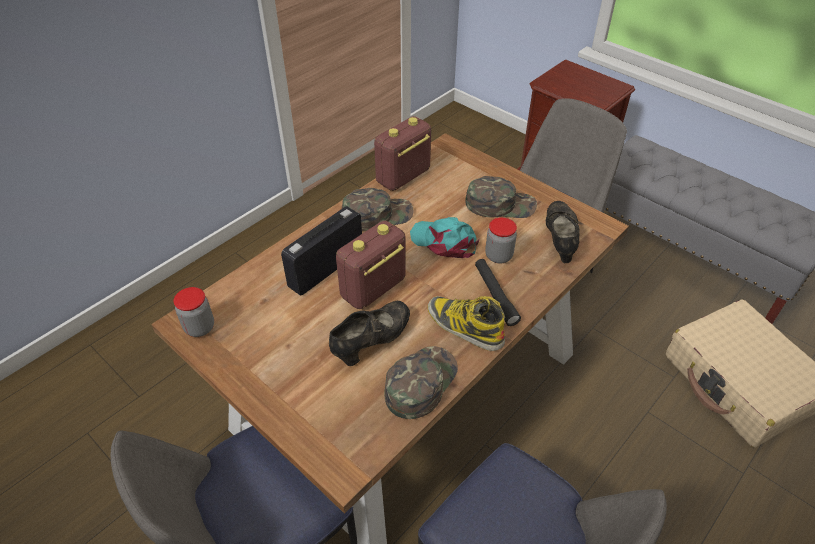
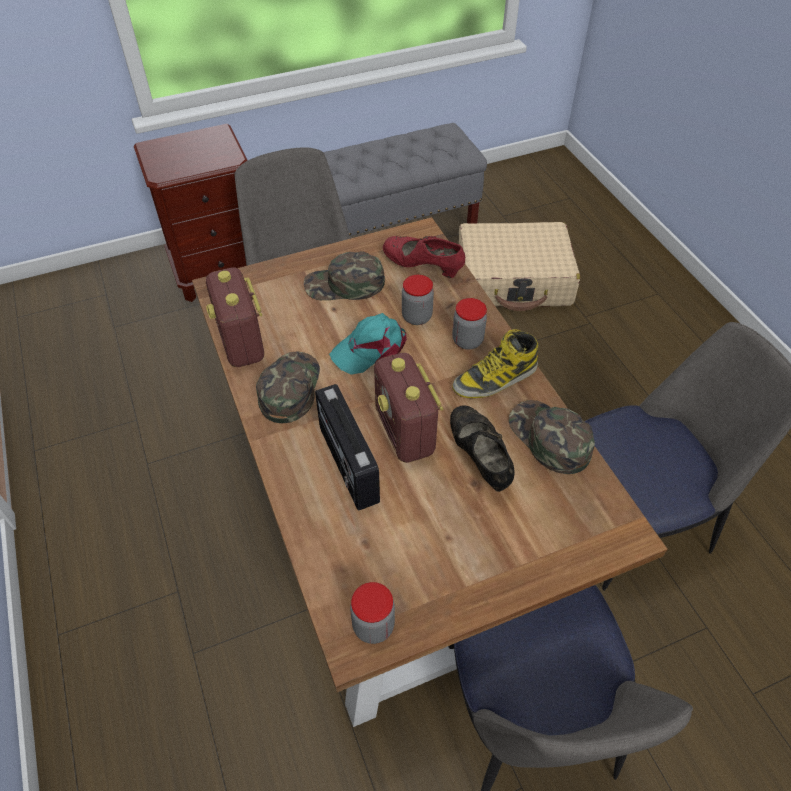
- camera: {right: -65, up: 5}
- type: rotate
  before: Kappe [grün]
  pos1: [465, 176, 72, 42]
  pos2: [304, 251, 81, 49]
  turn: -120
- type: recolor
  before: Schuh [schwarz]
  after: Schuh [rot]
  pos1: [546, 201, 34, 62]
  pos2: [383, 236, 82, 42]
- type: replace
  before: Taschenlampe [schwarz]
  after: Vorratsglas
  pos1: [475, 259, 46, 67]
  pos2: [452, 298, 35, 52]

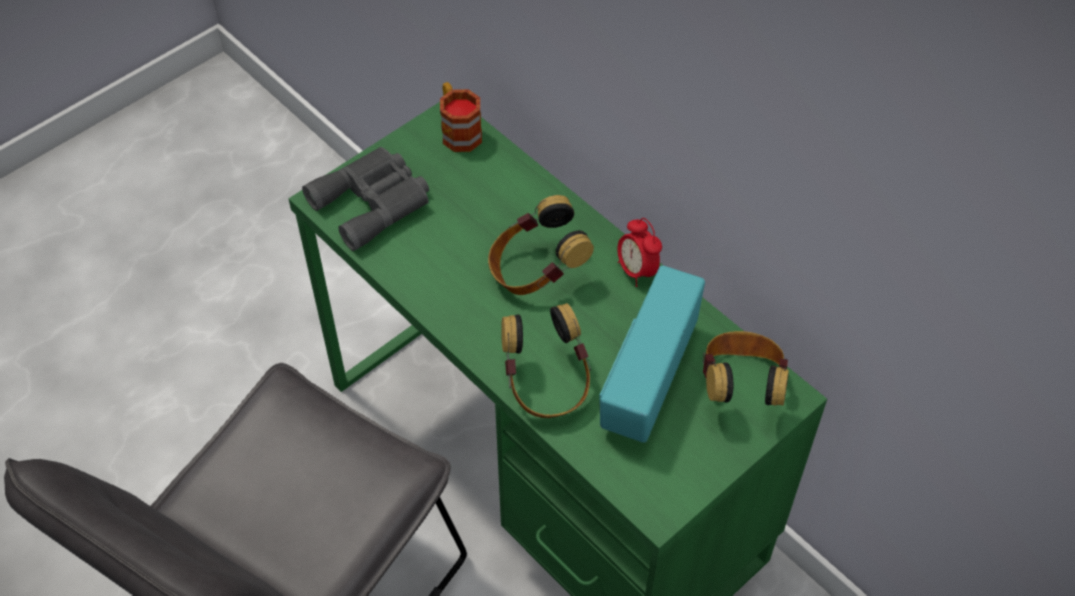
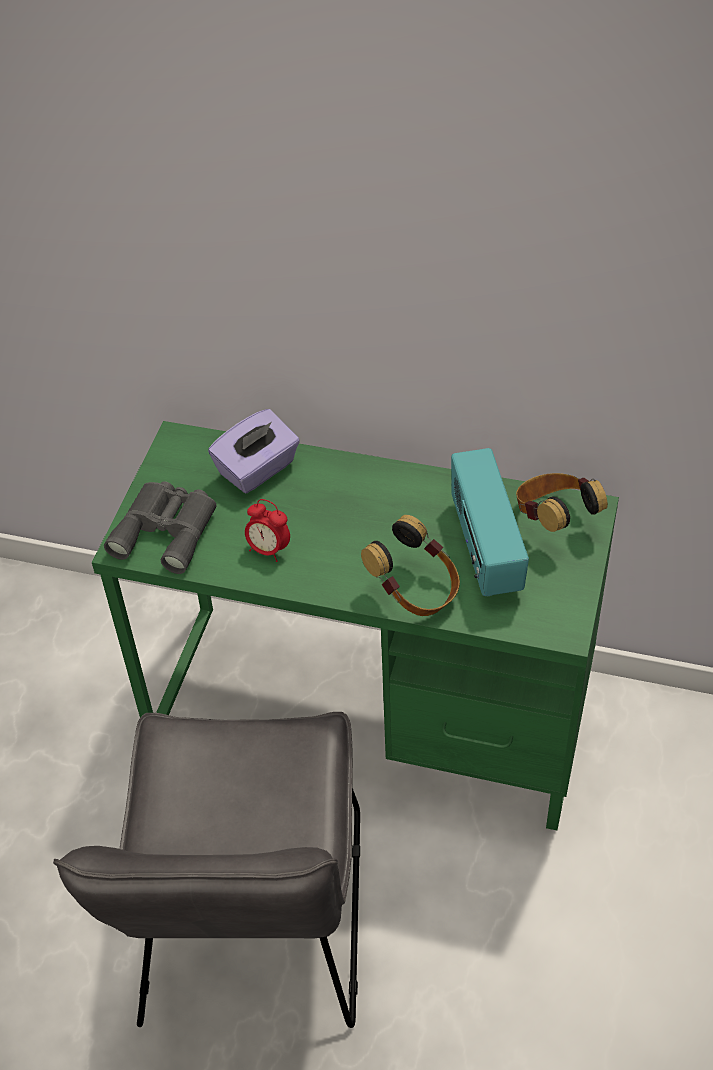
- camera: {right: -30, up: -5}
- type: insert
  after: Taschentuchbox [lila]
  pos2: [208, 409, 92, 84]
- type: move
  before: Wecker
  pos1: [618, 218, 44, 69]
  pos2: [245, 499, 45, 63]
- type: delete
  before: Henkelbecher
  pos1: [440, 82, 42, 70]
- type: delete
  before: Kopfhörer
  pos1: [488, 195, 106, 100]

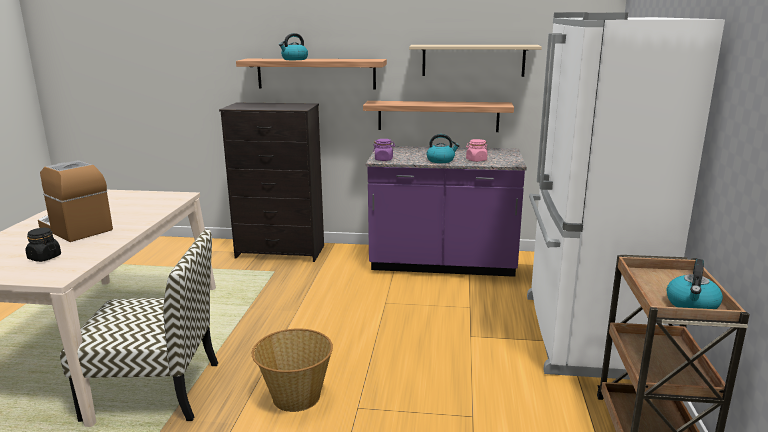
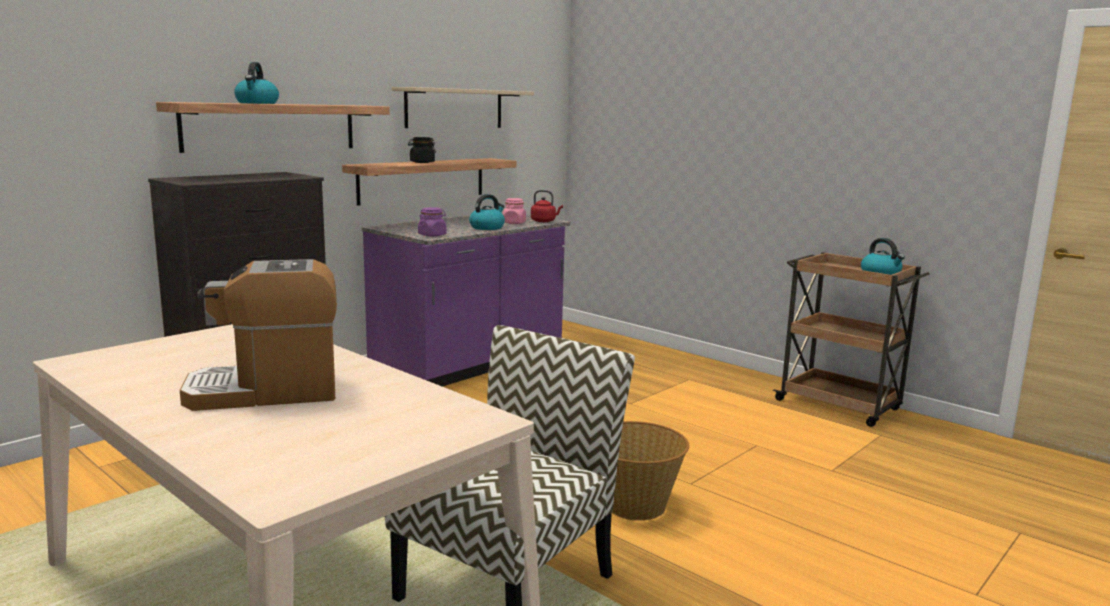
- camera: {right: -55, up: -5}
- type: move
  before: Vorratsglas [schwarz]
  pos1: [25, 228, 36, 34]
  pos2: [408, 137, 28, 26]
- type: insert
  after: Wasserkessel [rot]
  pos2: [531, 190, 32, 32]
- type: delete
  before: Kühlschrank [weiß]
  pos1: [527, 12, 198, 368]

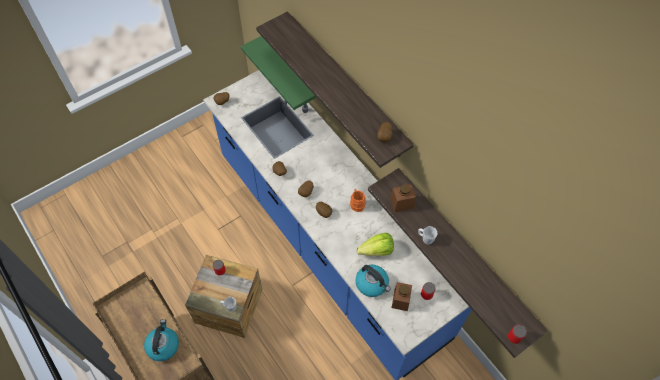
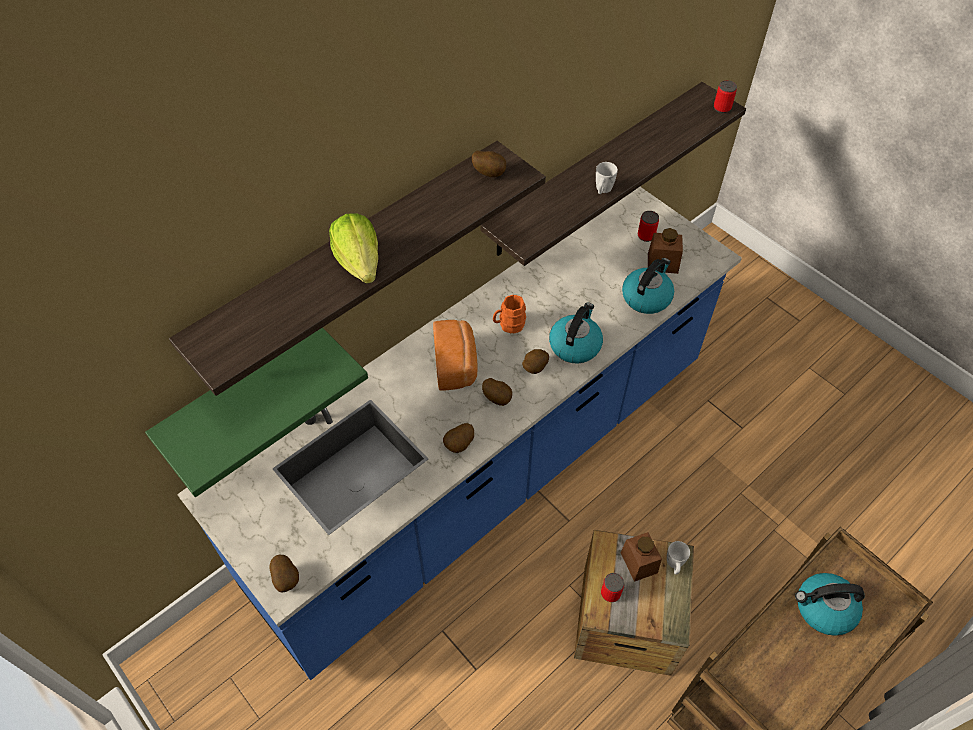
- camera: {right: -95, up: -5}
- type: move
  before: Salatkopf
  pos1: [357, 233, 37, 23]
  pos2: [329, 213, 49, 70]
- type: insert
  after: Brot
  pos2: [433, 320, 45, 71]
- type: insert
  after: Wasserkessel
  pos2: [549, 303, 54, 61]
- type: move
  before: Vorratsglas [braun]
  pos1: [390, 184, 26, 28]
  pos2: [621, 532, 41, 50]

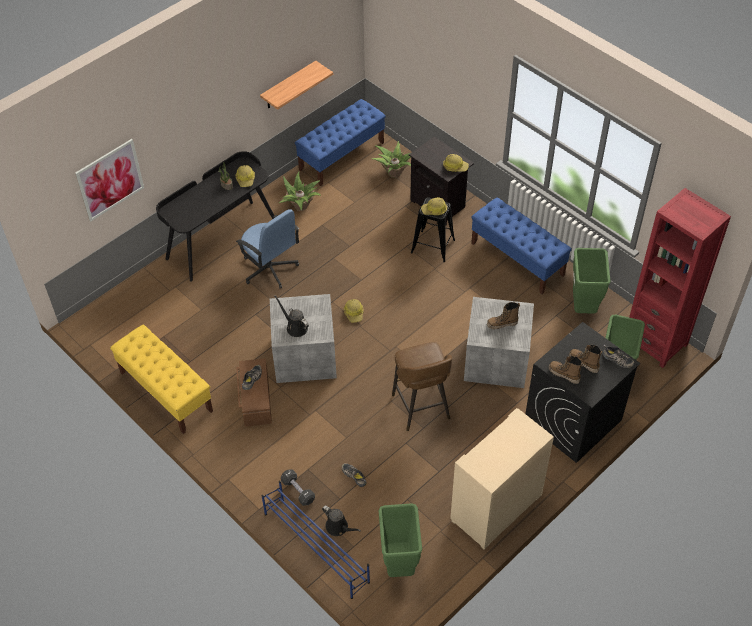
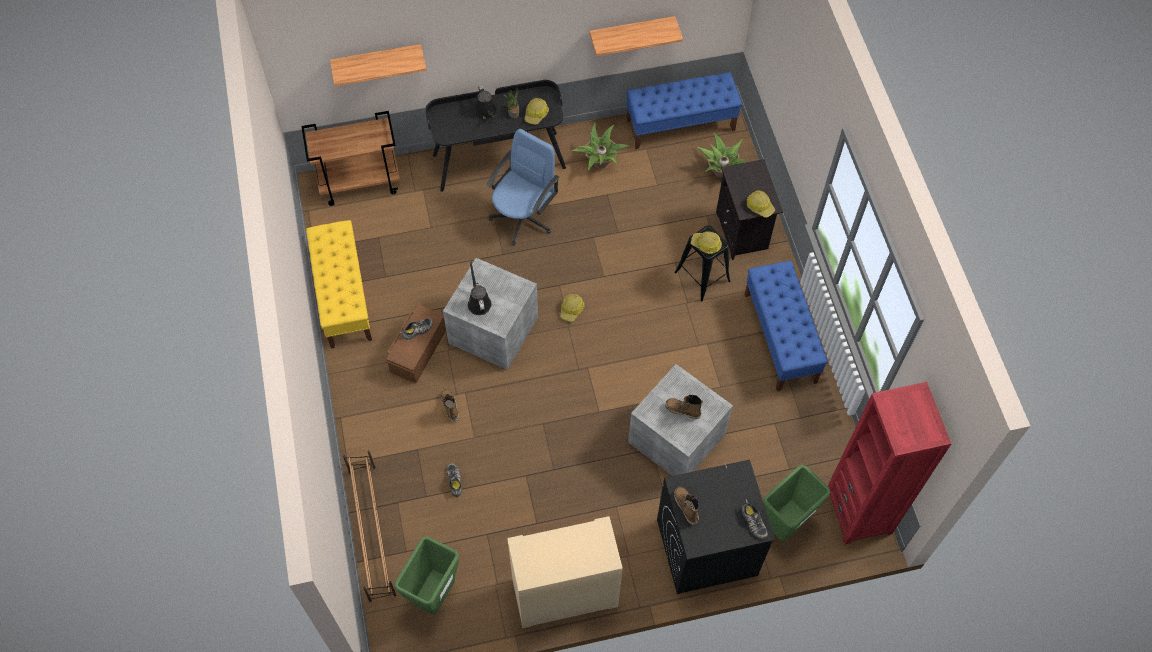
- camera: {right: 30, up: 10}
- type: insert
  after: Rollwagen [braun]
  pos2: [301, 111, 99, 95]
- type: replace
  before: Bild
  after: Wandregal
  pos1: [75, 139, 69, 83]
  pos2: [330, 44, 97, 42]
- type: recolor
  before: Schuhregal [blau]
  after: Schuhregal [braun]
  pos1: [262, 481, 108, 118]
  pos2: [343, 450, 54, 152]
- type: move
  before: Stiefel
  pos1: [569, 345, 33, 28]
  pos2: [441, 389, 18, 34]
- type: move
  before: Gießkanne [schwarz]
  pos1: [322, 505, 39, 31]
  pos2: [475, 85, 22, 35]
- type: rotate
  before: Bürostuhl [blau]
  pos1: [236, 209, 63, 79]
  pos2: [487, 129, 72, 116]
  turn: -135
- type: delete
  before: Hantel [schwarz]
  pos1: [281, 469, 34, 37]
- type: delete
  before: Hocker [braun]
  pos1: [392, 342, 60, 89]
- type: delete
  before: Mülleimer [grün]
  pos1: [573, 248, 38, 66]

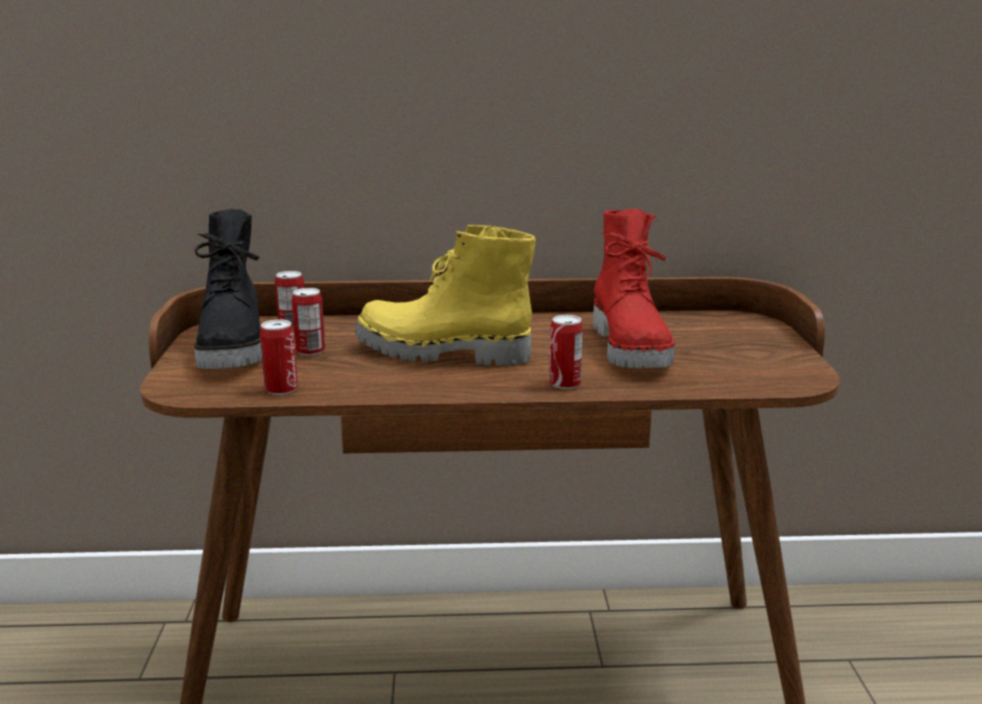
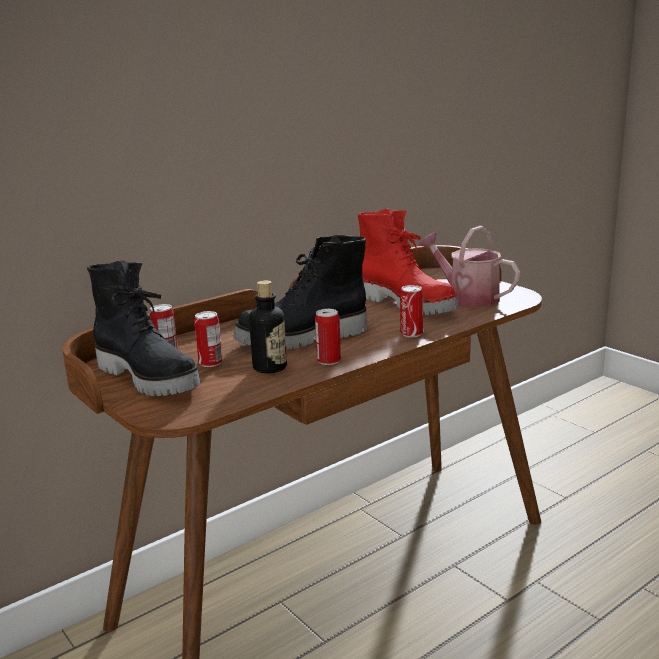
- camera: {right: -35, up: 0}
- type: recolor
  before: Stiefel [gelb]
  after: Stiefel [schwarz]
  pos1: [355, 225, 181, 141]
  pos2: [233, 235, 134, 114]
- type: insert
  after: Flasche
  pos2: [249, 280, 38, 93]
- type: move
  before: Dose
  pos1: [260, 319, 38, 76]
  pos2: [315, 309, 26, 56]
- type: insert
  after: Gießkanne
  pos2: [418, 226, 102, 81]

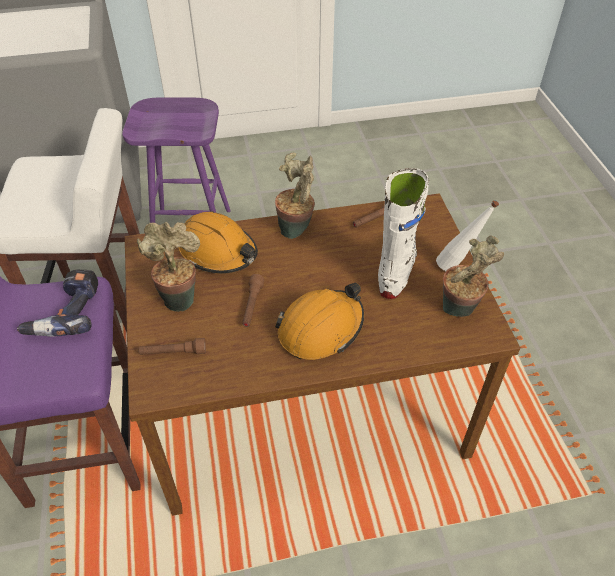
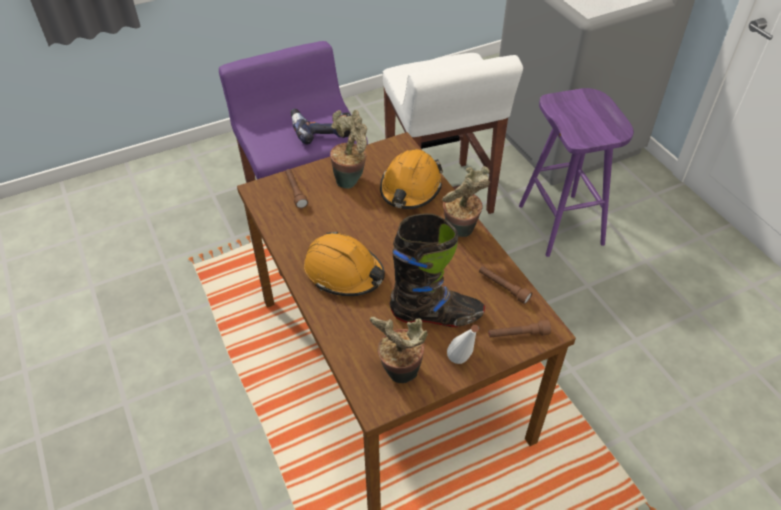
- camera: {right: 75, up: 0}
- type: recolor
  before: Stiefel [weiß]
  after: Stiefel [schwarz]
  pos1: [378, 168, 51, 131]
  pos2: [389, 213, 96, 114]
- type: move
  before: Taschenlampe [braun]
  pos1: [242, 274, 22, 53]
  pos2: [488, 320, 63, 17]

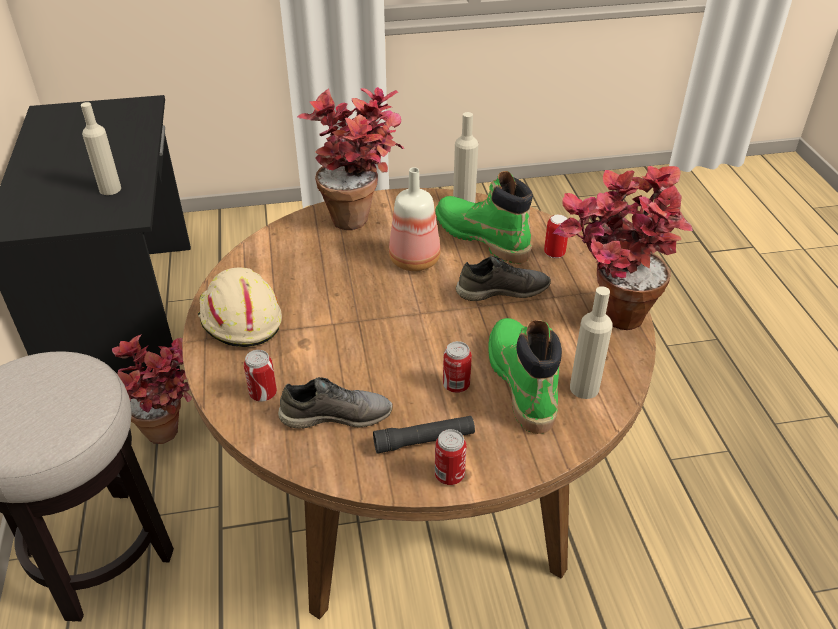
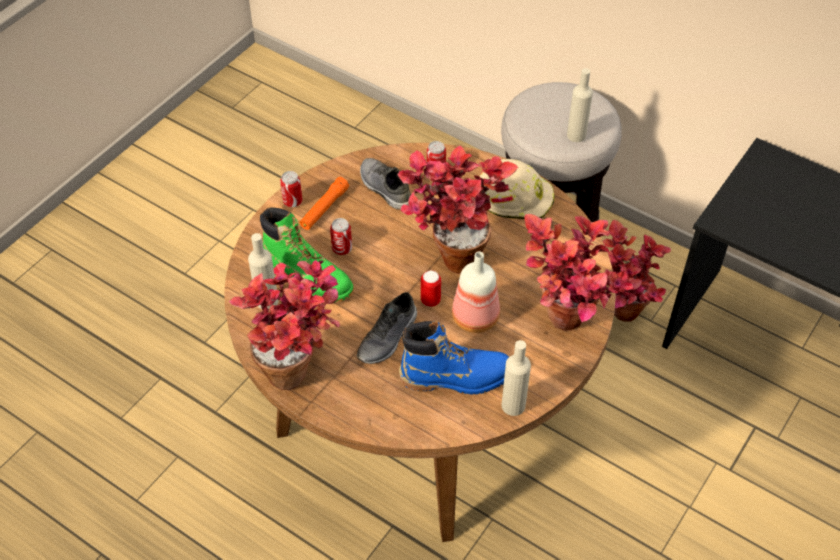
- camera: {right: 135, up: 10}
- type: recolor
  before: Taschenlampe [schwarz]
  after: Taschenlampe [orange]
  pos1: [373, 416, 102, 37]
  pos2: [300, 177, 49, 53]
- type: rotate
  before: Schuh [grau]
  pos1: [278, 377, 115, 52]
  pos2: [360, 158, 51, 52]
  turn: 105
- type: insert
  after: Topfpflanze
  pos2: [398, 146, 120, 128]
- type: recolor
  before: Stiefel [grün]
  after: Stiefel [blau]
  pos1: [435, 171, 98, 92]
  pos2: [399, 321, 110, 73]
- type: move
  before: Dose
  pos1: [544, 215, 24, 43]
  pos2: [421, 271, 20, 36]
- type: move
  before: Flasche [beige]
  pos1: [81, 102, 40, 93]
  pos2: [567, 68, 26, 74]

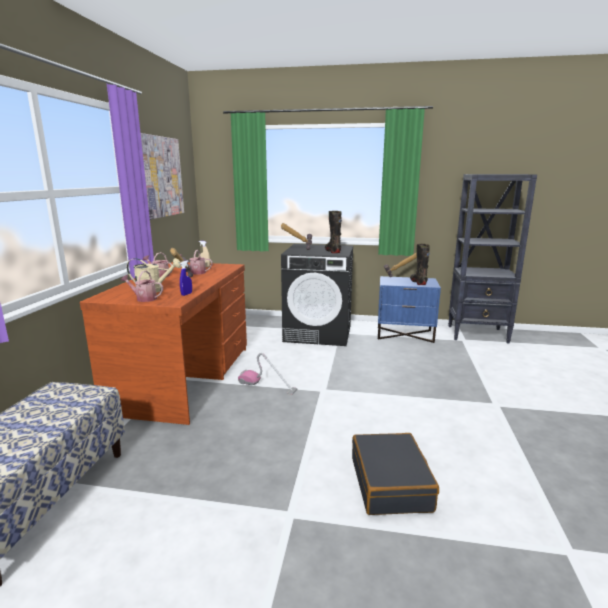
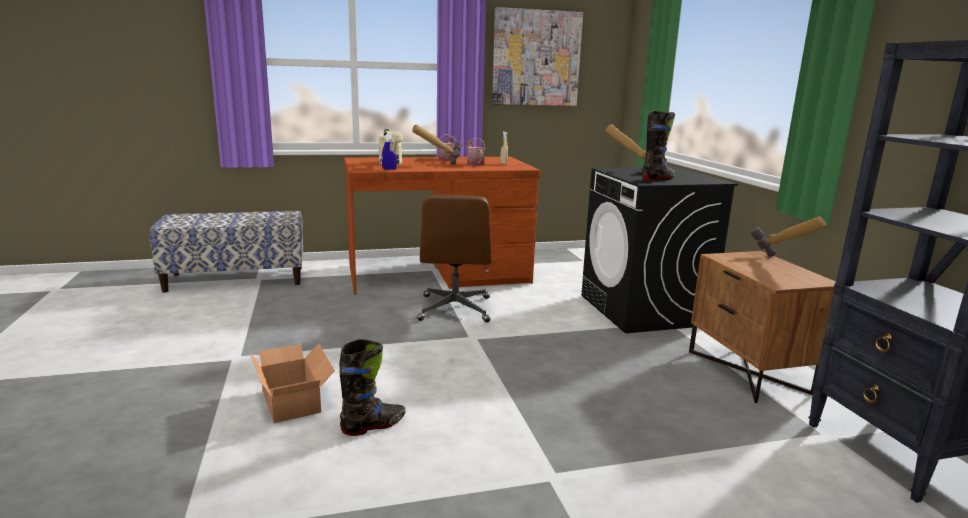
- camera: {right: 65, up: 0}
- type: replace
  before: Koffer [schwarz]
  after: Karton
  pos1: [352, 433, 87, 82]
  pos2: [250, 343, 85, 80]
- type: move
  before: Stiefel [schwarz]
  pos1: [410, 244, 20, 41]
  pos2: [339, 339, 67, 97]
- type: replace
  before: Staubsauger
  after: Bürostuhl [braun]
  pos1: [238, 353, 59, 42]
  pos2: [417, 194, 74, 128]
- type: recolor
  before: Nachttisch [blau]
  after: Nachttisch [braun]
  pos1: [378, 276, 63, 67]
  pos2: [689, 251, 147, 152]
- type: delete
  before: Gießkanne
  pos1: [120, 270, 43, 32]

